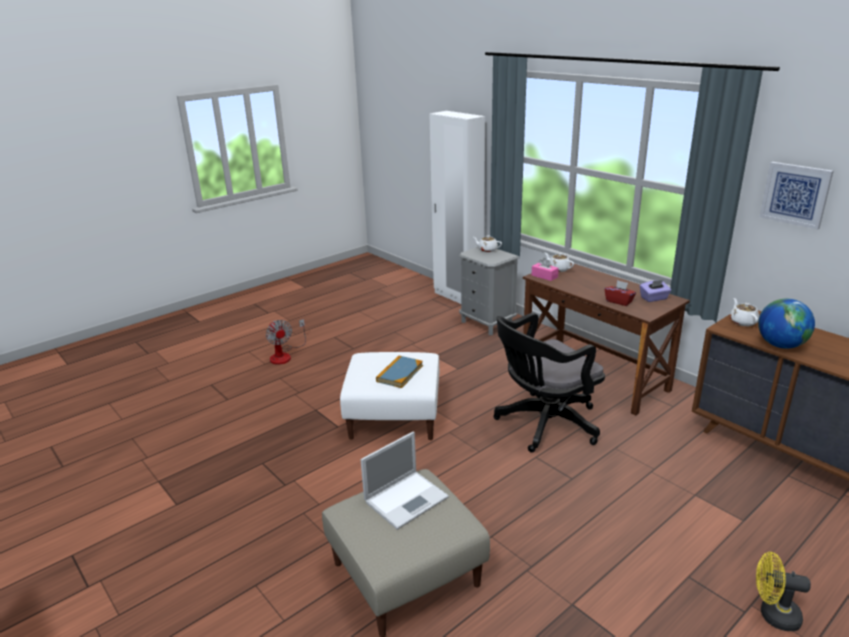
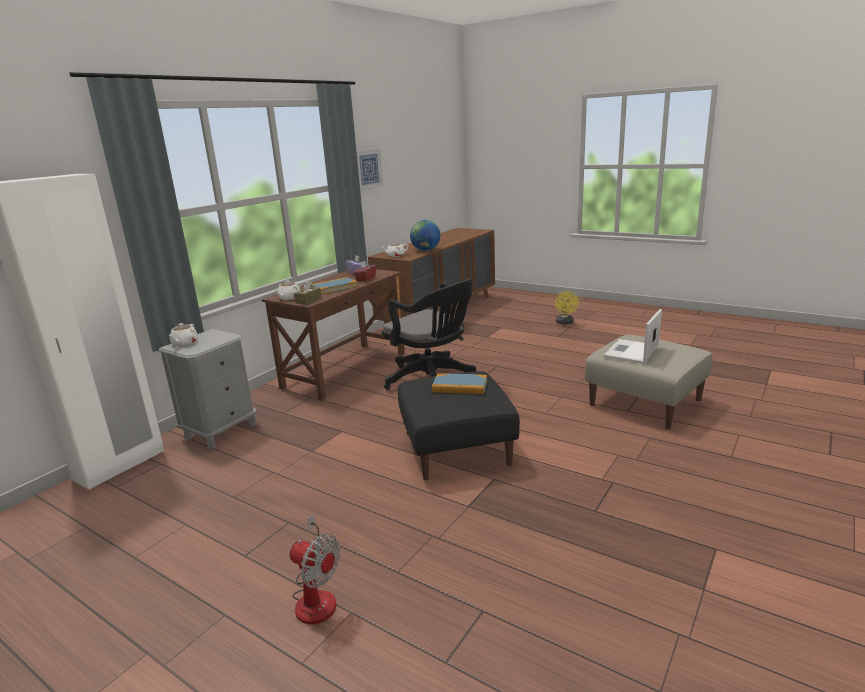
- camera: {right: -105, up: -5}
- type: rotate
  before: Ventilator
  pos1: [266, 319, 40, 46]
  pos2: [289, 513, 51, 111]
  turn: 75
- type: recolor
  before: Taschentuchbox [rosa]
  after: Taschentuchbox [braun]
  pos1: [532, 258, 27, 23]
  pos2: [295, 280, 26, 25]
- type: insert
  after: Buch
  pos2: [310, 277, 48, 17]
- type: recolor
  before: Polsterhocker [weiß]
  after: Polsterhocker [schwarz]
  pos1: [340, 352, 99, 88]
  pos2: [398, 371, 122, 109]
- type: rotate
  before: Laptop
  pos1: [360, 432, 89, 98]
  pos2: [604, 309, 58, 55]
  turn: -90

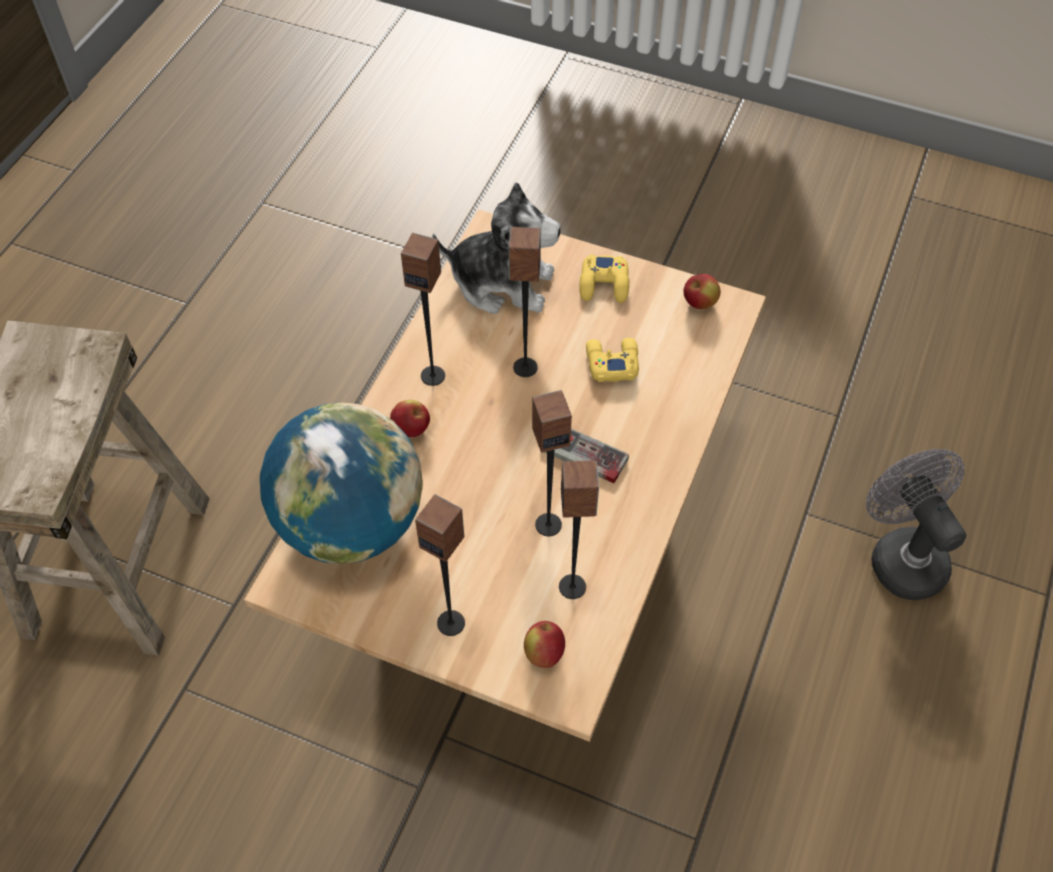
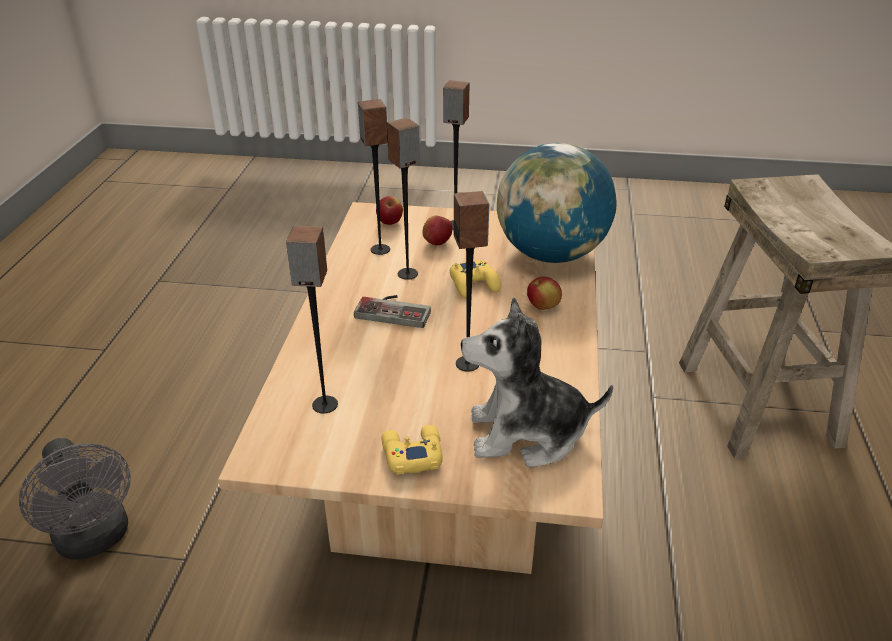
- camera: {right: 165, up: -20}
- type: move
  before: Lautsprecher
  pos1: [401, 233, 44, 153]
  pos2: [286, 226, 52, 187]
- type: move
  before: Apfel
  pos1: [684, 274, 37, 35]
  pos2: [422, 215, 30, 30]
- type: move
  before: Gamepad [gelb]
  pos1: [586, 338, 53, 44]
  pos2: [450, 260, 51, 38]

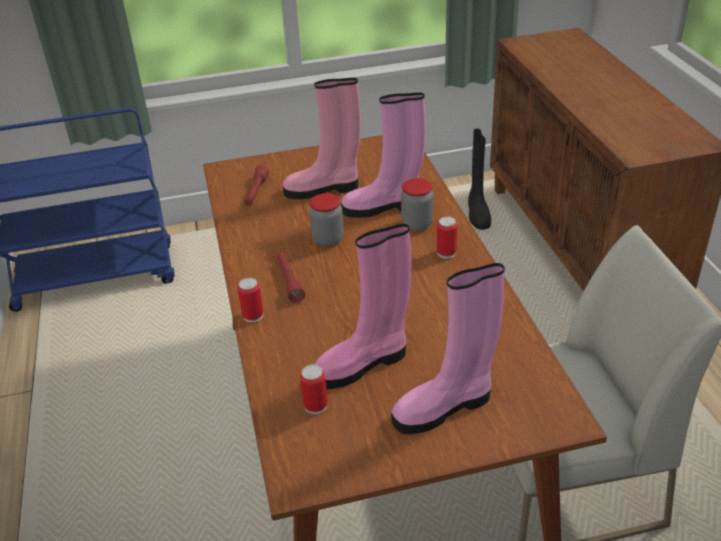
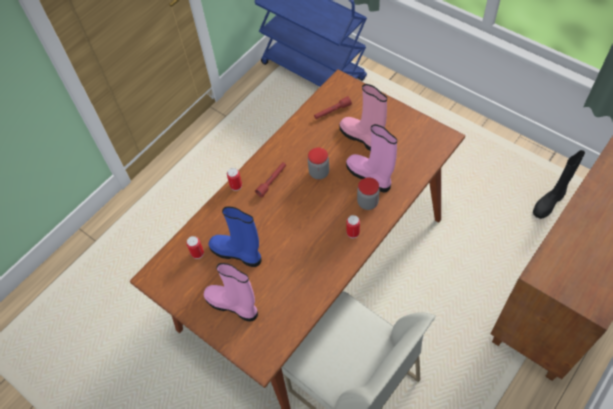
- camera: {right: 55, up: 20}
- type: recolor
  before: Stiefel [rosa]
  after: Stiefel [blau]
  pos1: [315, 224, 96, 165]
  pos2: [208, 206, 54, 61]

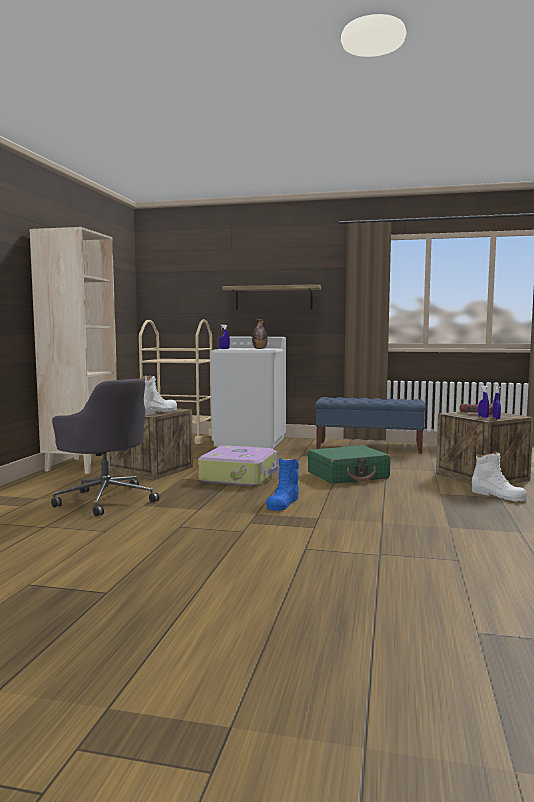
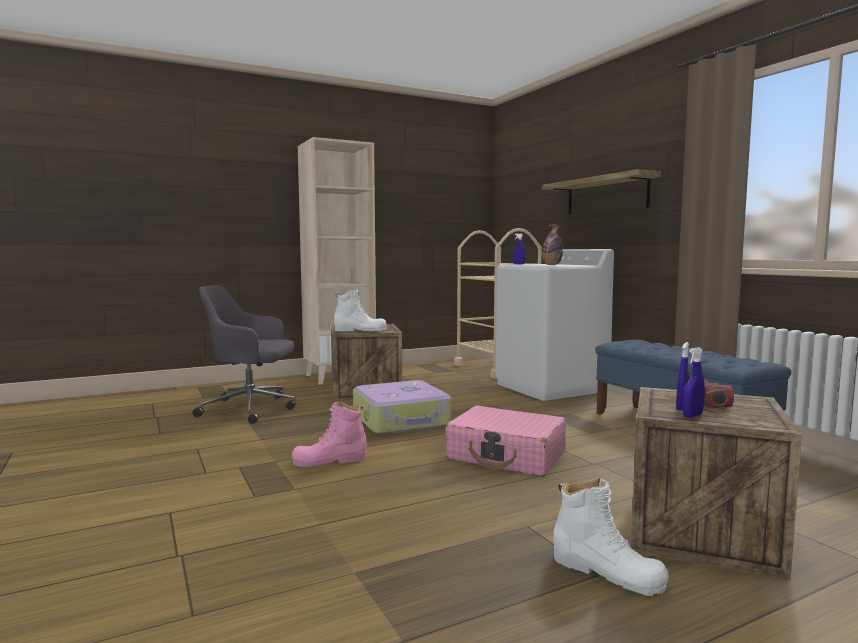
- camera: {right: 50, up: 0}
- type: rotate
  before: Bürostuhl [grau]
  pos1: [51, 379, 108, 137]
  pos2: [193, 286, 103, 138]
  turn: 90
- type: recolor
  before: Stiefel [blau]
  after: Stiefel [rosa]
  pos1: [266, 458, 33, 53]
  pos2: [292, 401, 75, 66]
- type: recolor
  before: Koffer [grün]
  after: Koffer [rosa]
  pos1: [308, 445, 82, 39]
  pos2: [445, 405, 121, 72]
- type: rotate
  before: Stiefel [weiß]
  pos1: [472, 452, 55, 50]
  pos2: [553, 478, 116, 118]
  turn: -60

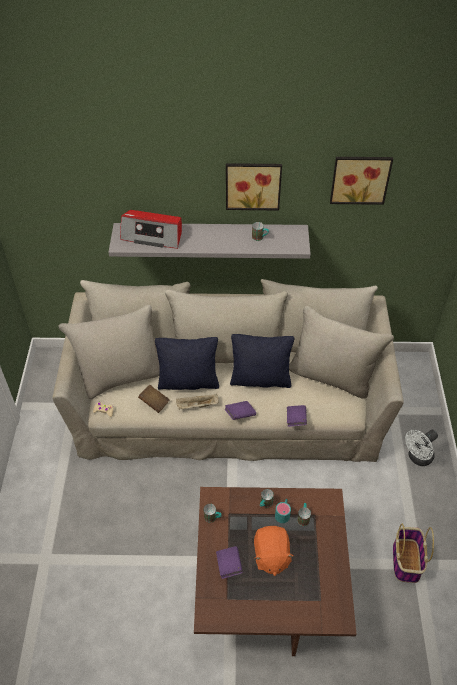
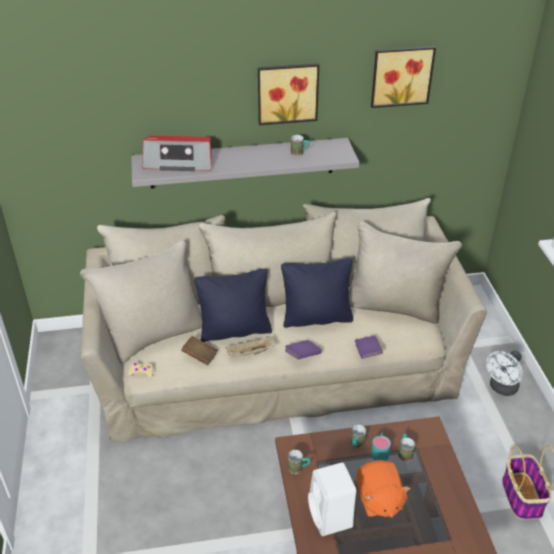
- camera: {right: -10, up: -10}
- type: replace
  before: Buch [lila]
  after: Lautsprecher [weiß]
  pos1: [216, 546, 27, 33]
  pos2: [308, 462, 48, 74]

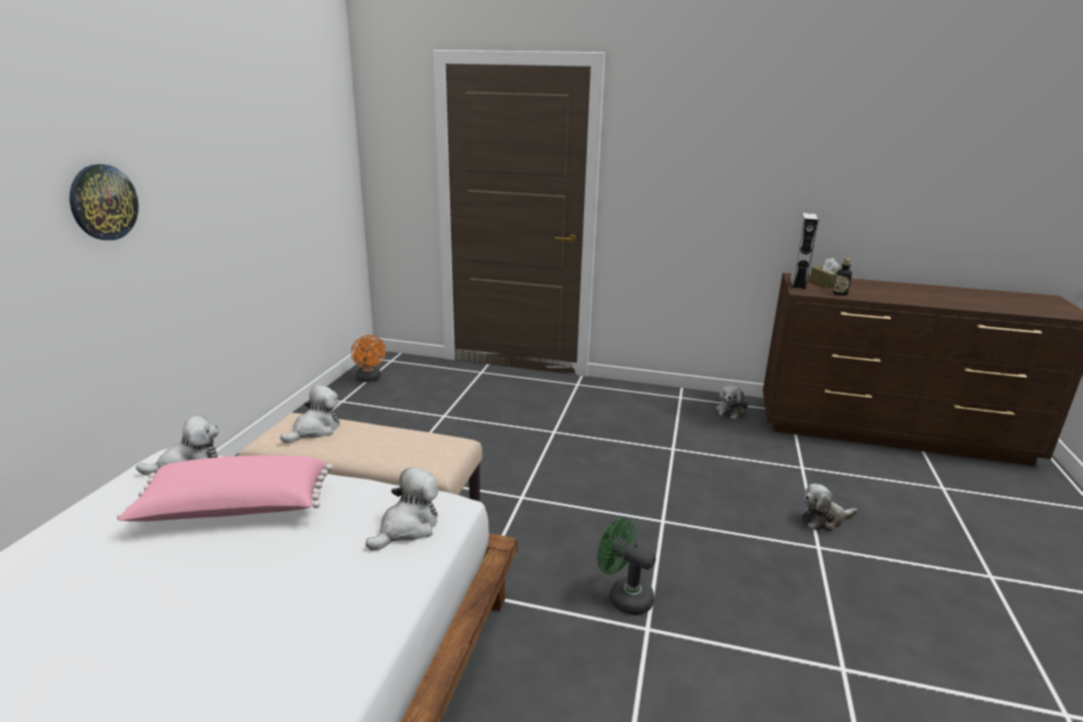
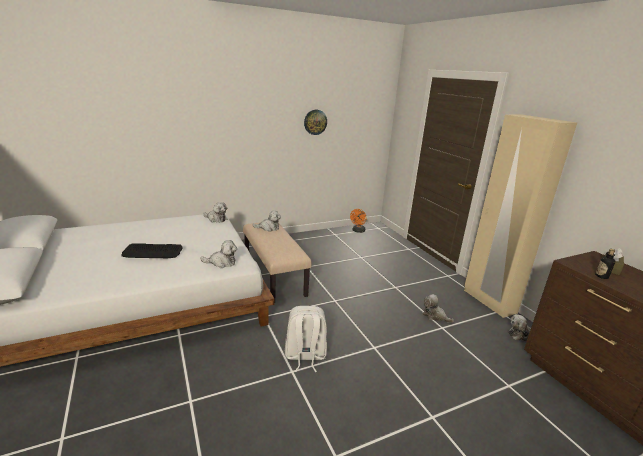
- camera: {right: 50, up: 0}
- type: insert
  after: Tastatur
  pos2: [121, 243, 62, 16]
- type: replace
  before: Ventilator [grün]
  after: Rucksack [weiß]
  pos1: [597, 518, 59, 97]
  pos2: [285, 306, 42, 66]
- type: move
  before: Wanduhr
  pos1: [70, 164, 69, 76]
  pos2: [304, 110, 23, 25]
- type: move
  before: Plüschtier
  pos1: [801, 484, 56, 47]
  pos2: [422, 294, 32, 29]
- type: insert
  after: Kleiderschrank [beige]
  pos2: [464, 114, 113, 204]
- type: delete
  before: Kissen [rosa]
  pos1: [117, 456, 216, 65]
- type: delete
  before: Lautsprecher [grau]
  pos1: [790, 213, 29, 77]

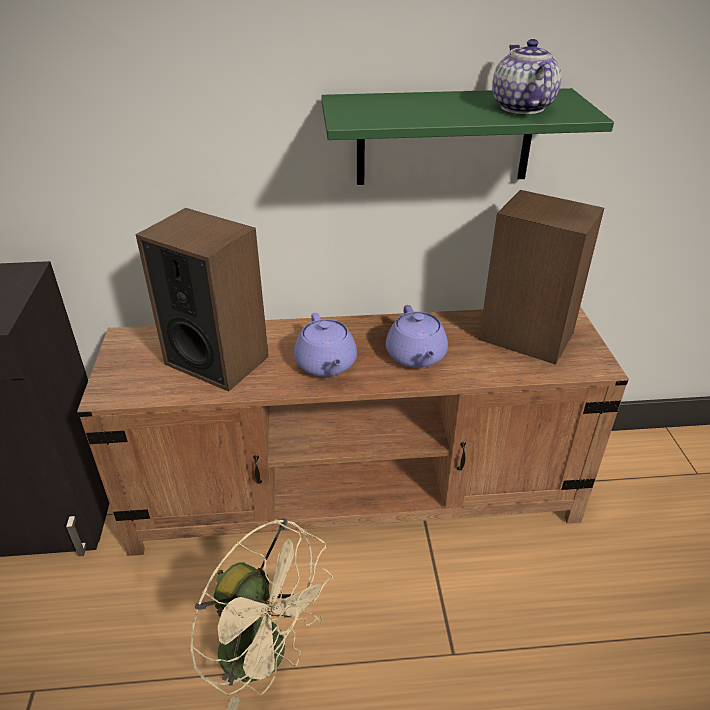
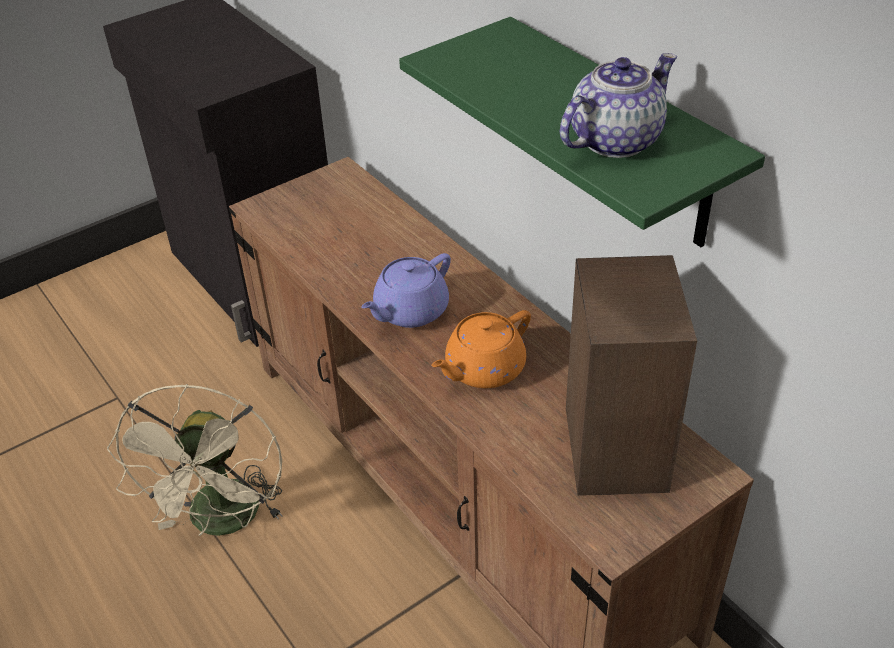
- camera: {right: 60, up: 5}
- type: recolor
  before: Teekanne [lila]
  after: Teekanne [orange]
  pos1: [386, 305, 62, 63]
  pos2: [432, 310, 99, 78]
- type: delete
  before: Lautsprecher
  pos1: [136, 208, 133, 184]

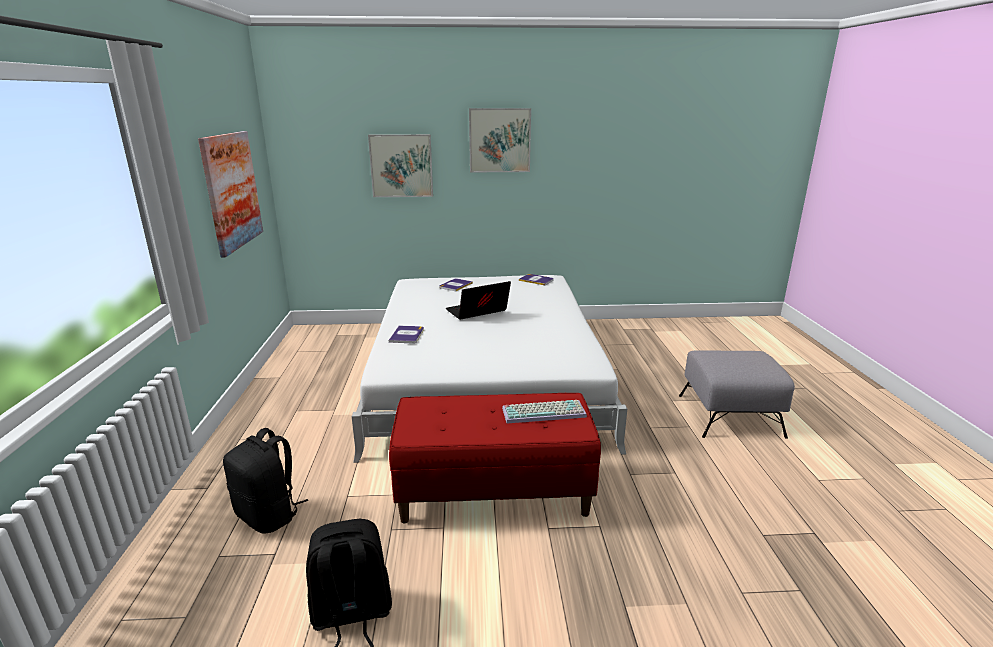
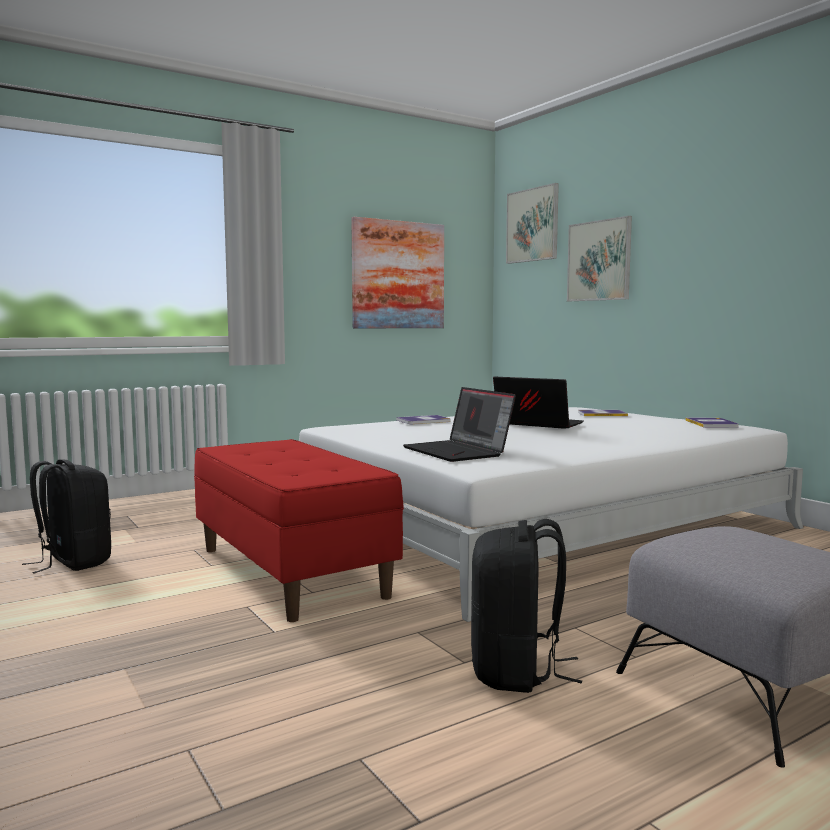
- camera: {right: 60, up: -15}
- type: insert
  after: Laptop
  pos2: [403, 387, 113, 75]
- type: move
  before: Rucksack [schwarz]
  pos1: [223, 428, 85, 106]
  pos2: [471, 519, 111, 174]
- type: move
  before: Bild
  pos1: [469, 108, 62, 64]
  pos2: [506, 183, 53, 81]
- type: delete
  before: Tastatur
  pos1: [502, 400, 85, 23]

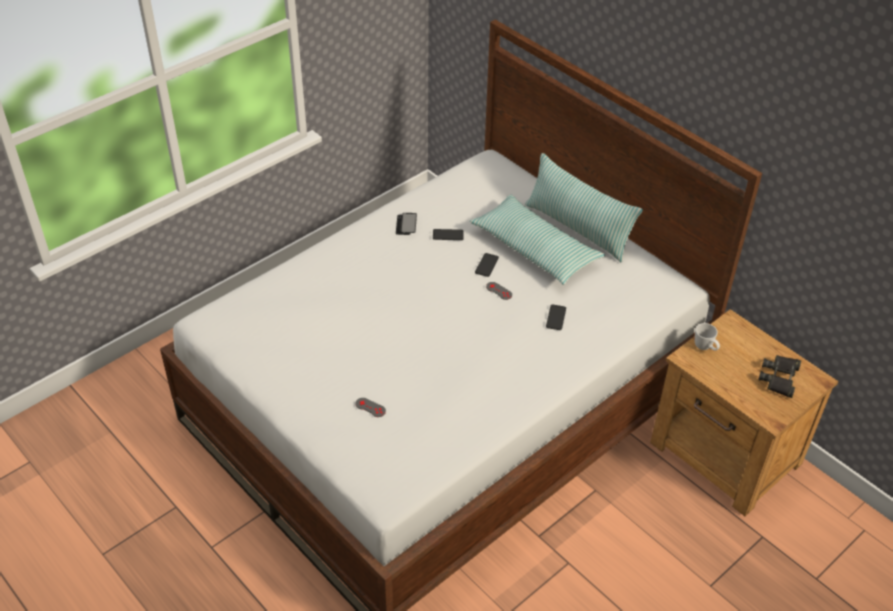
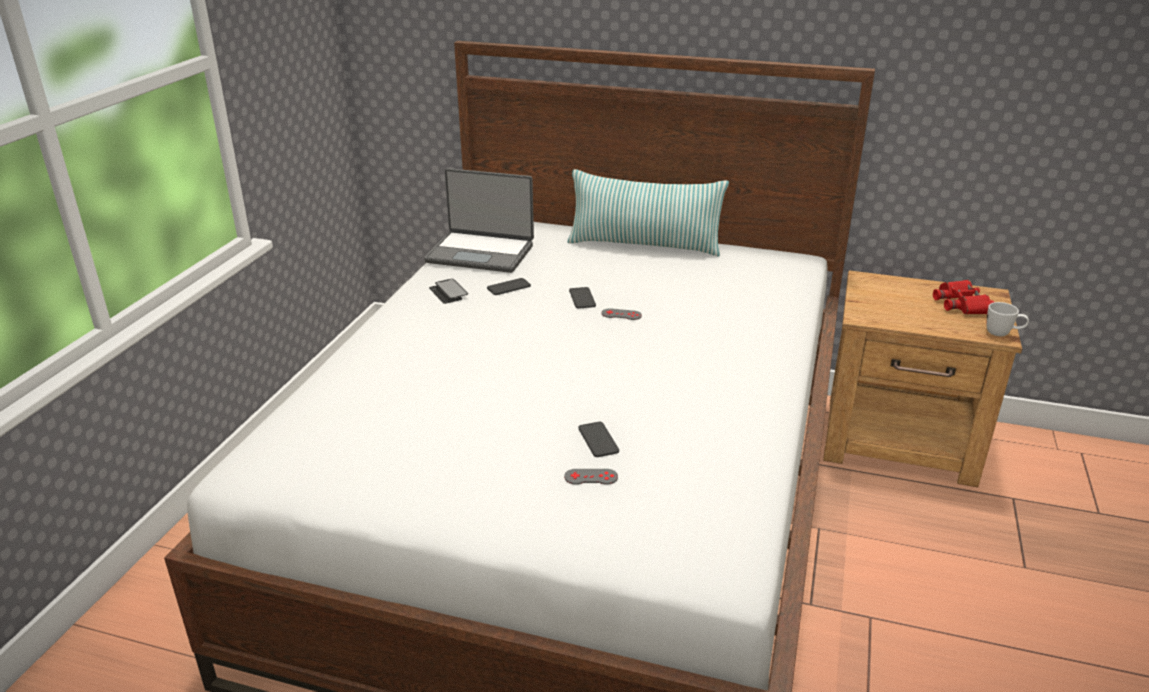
- camera: {right: -30, up: -15}
- type: insert
  after: Laptop
  pos2: [424, 168, 110, 105]
- type: move
  before: Handy
  pos1: [546, 304, 20, 26]
  pos2: [578, 422, 41, 35]
- type: recolor
  before: Fernglas [schwarz]
  after: Fernglas [rot]
  pos1: [758, 355, 43, 43]
  pos2: [933, 280, 61, 34]
- type: move
  before: Henkelbecher [weiß]
  pos1: [695, 323, 25, 28]
  pos2: [986, 302, 43, 34]
- type: delete
  before: Kissen
  pos1: [470, 195, 135, 90]

